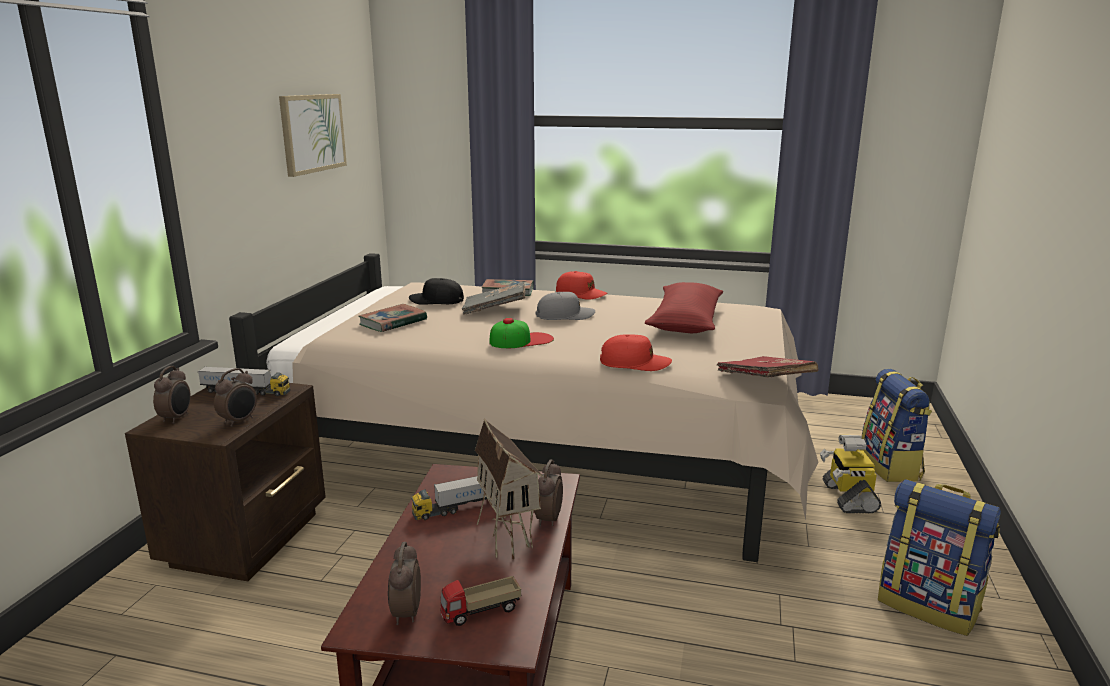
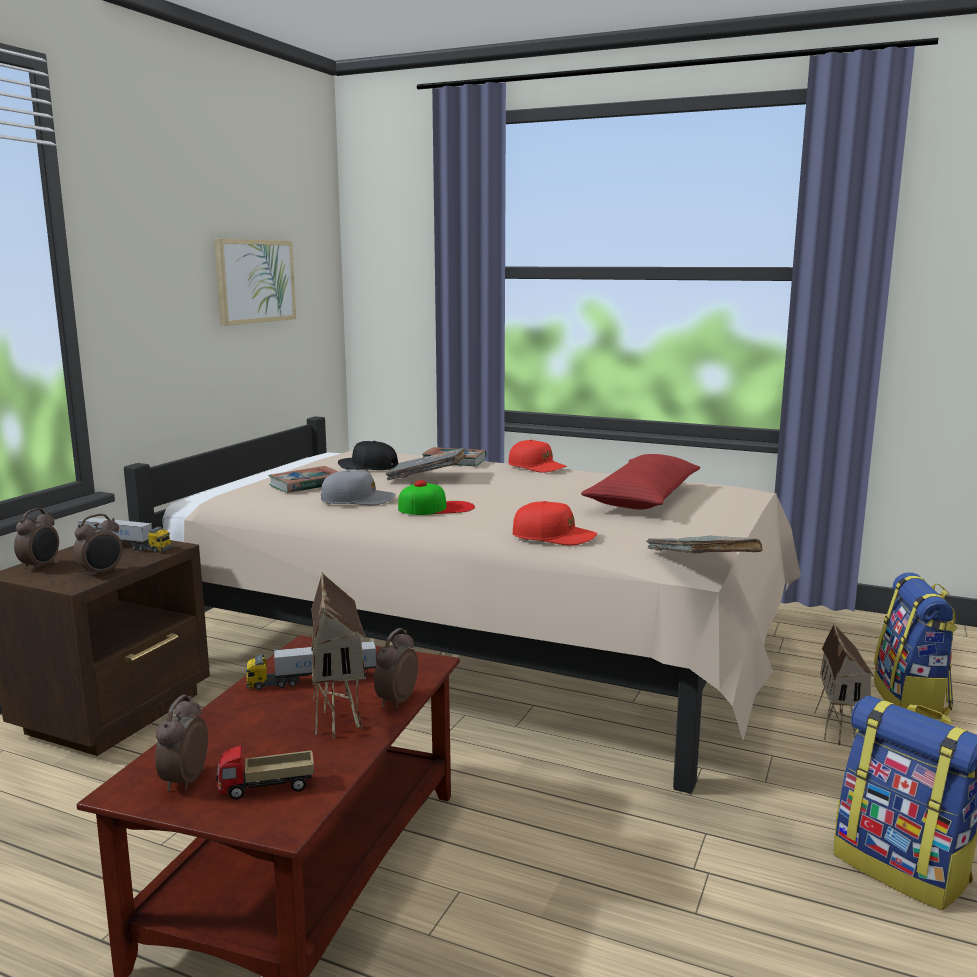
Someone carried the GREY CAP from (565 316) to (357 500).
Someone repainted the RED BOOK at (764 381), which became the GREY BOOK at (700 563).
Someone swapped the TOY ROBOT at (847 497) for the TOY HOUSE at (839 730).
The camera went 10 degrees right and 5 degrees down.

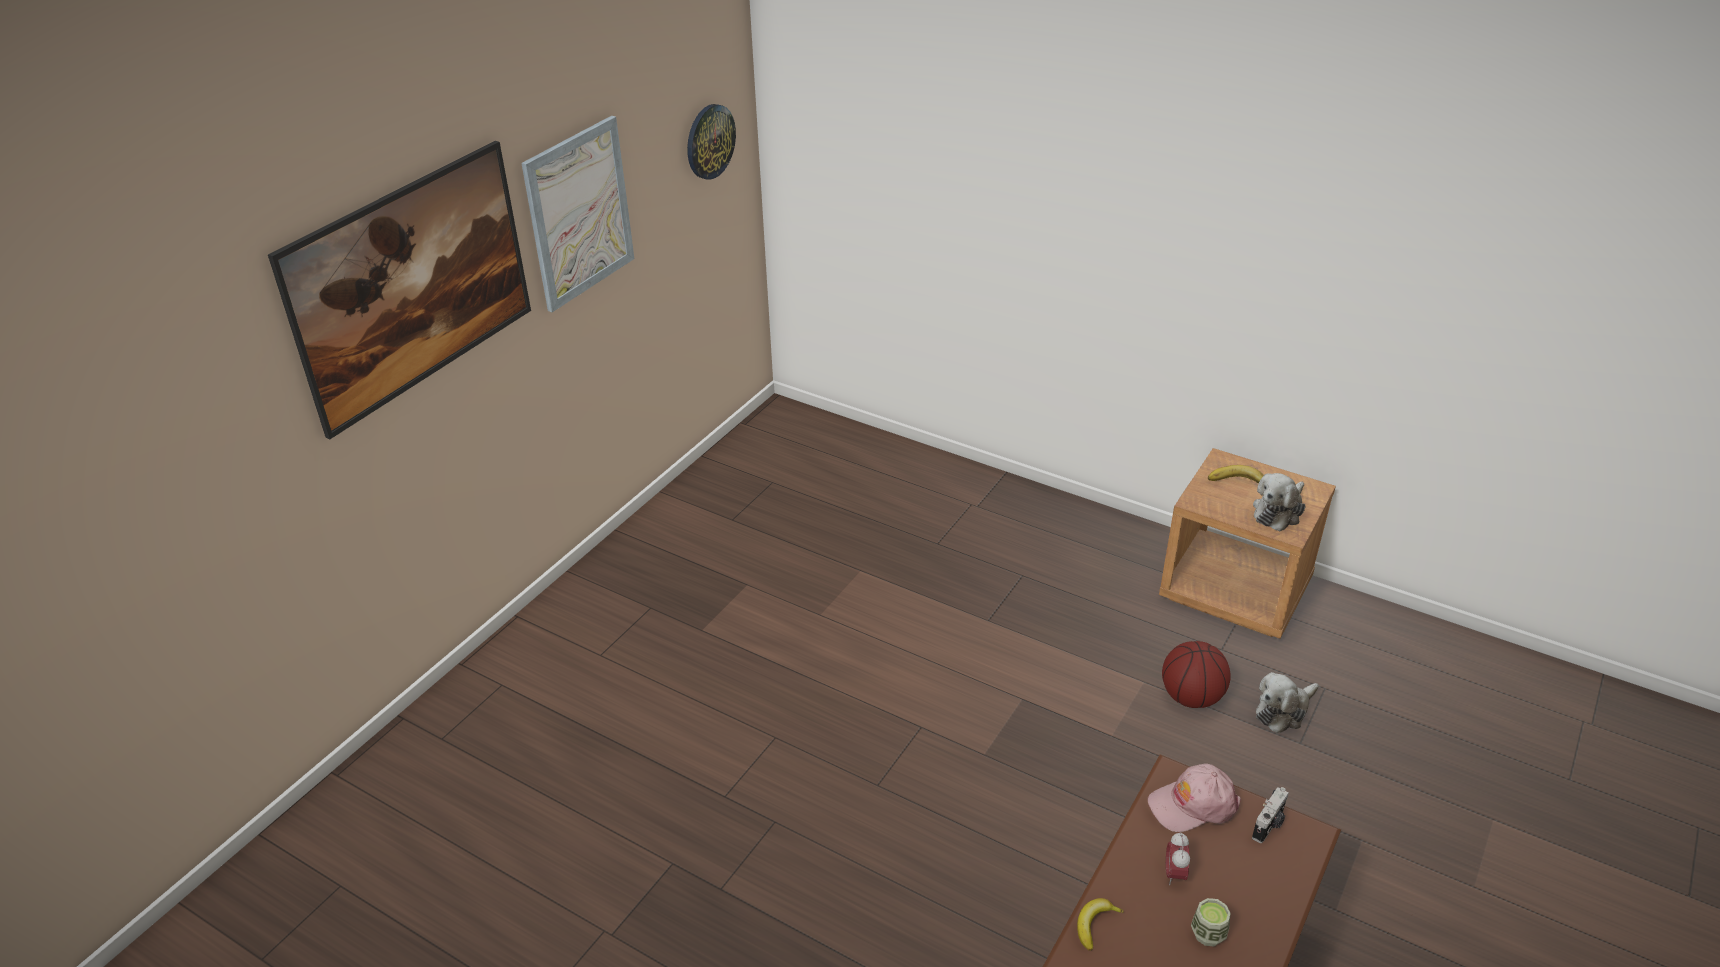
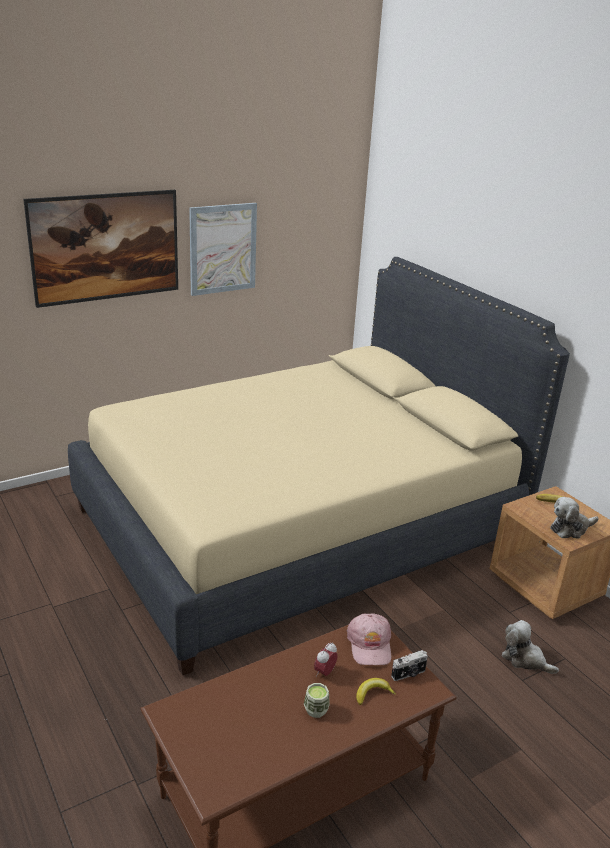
Someone put down the BEIGE BED at (299 526).
Someone rotated the PINK CAP at (1192 804) by 105 degrees counterclockwise.
Someone carried the BANANA from (1094 925) to (372 693).
Someone rotated the PLUSH TOY at (1283 711) by 45 degrees clockwise.
Someone took away the WALL CLOCK at (709 141).
Someone took away the BASKETBALL at (1192 697).
The camera went 25 degrees right and 10 degrees down.

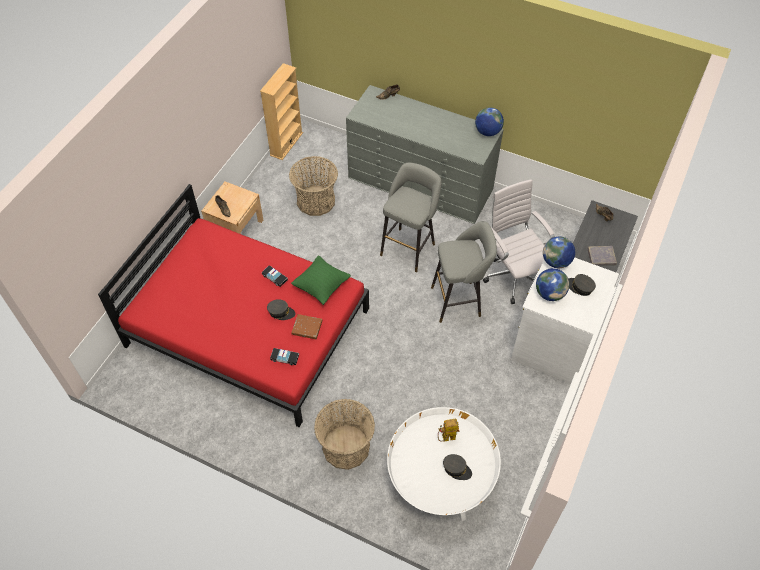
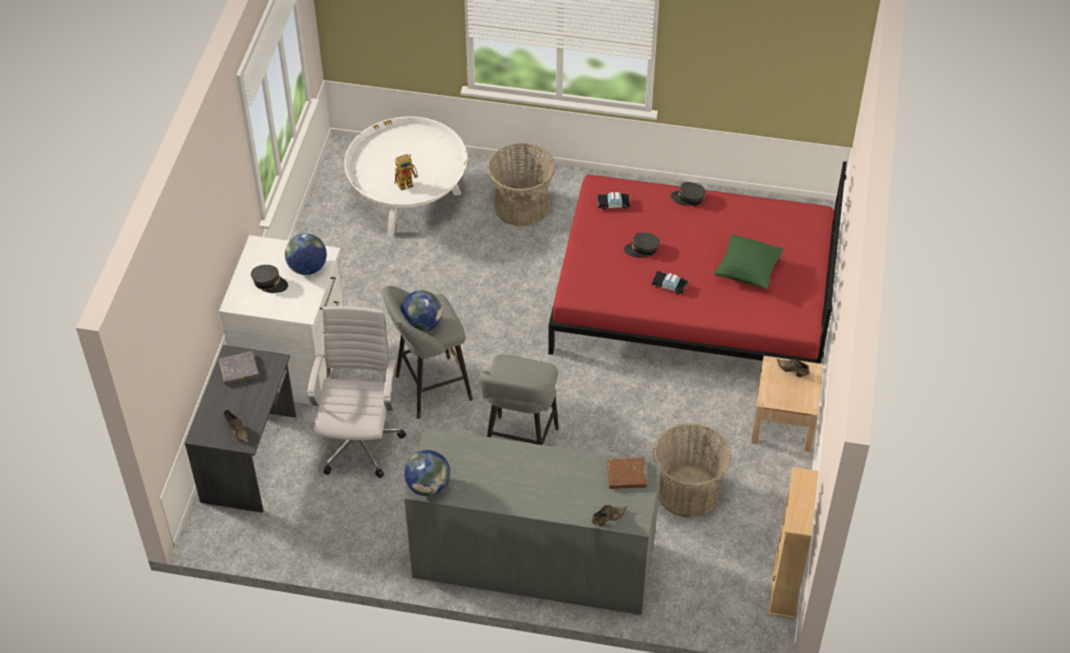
Someone rotated the WHITE OFFICE CHAIR at (513 275) by 135 degrees counterclockwise.
Someone carried the GLOBE from (556 262) to (422 324).
Someone carried the BROWN BOOK from (307 328) to (626 475).
Someone carried the GREY CAP from (456 469) to (688 198).
Someone carried the GREEN PILLOW from (321 286) to (747 272).
The camera went 165 degrees right and 5 degrees down.

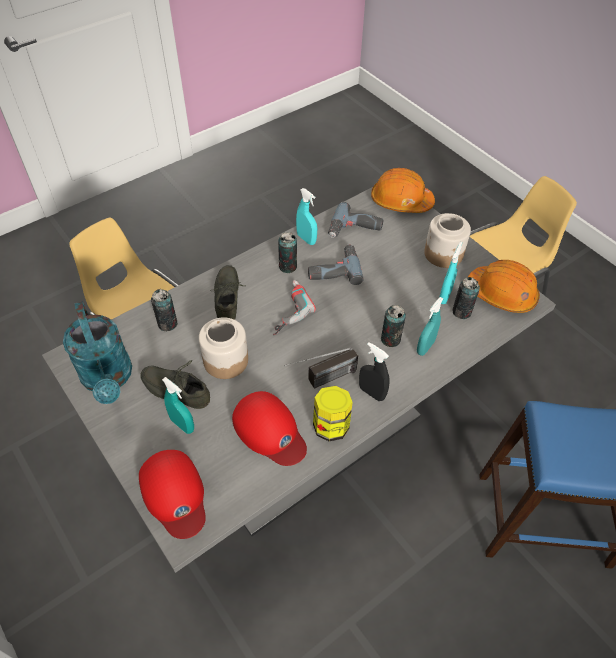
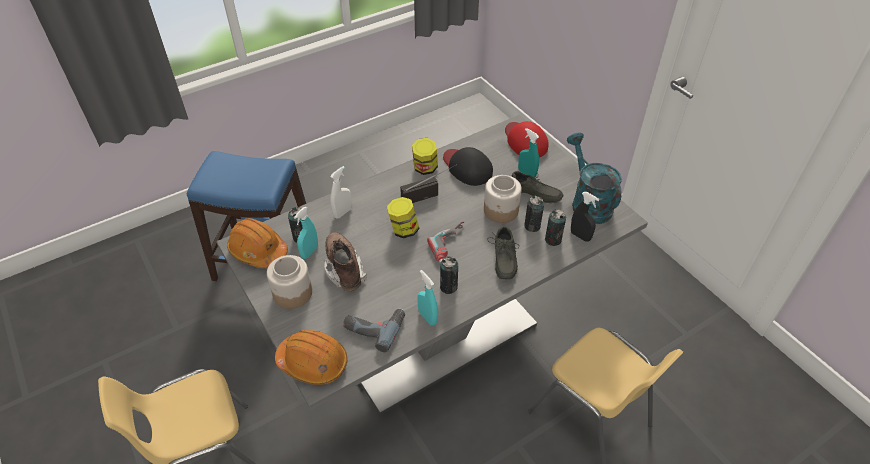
Someone put down the BROWN BOOT at (344 269).
Someone repainted the TURQUOISE SPRAY BOTTLE at (425 347), which became the WHITE SPRAY BOTTLE at (342 212).
Someone put down the JAR at (403 230).
Someone repainted the RED CAP at (269 431), which became the BLACK CAP at (467 168).
Someone carried the CAN from (390 339) to (532 226).
Someone carried the BLACK SPRAY BOTTLE from (371 392) to (580 236).
Someone took away the POWER DRILL at (333 269).
The camera went 175 degrees left and 5 degrees down.

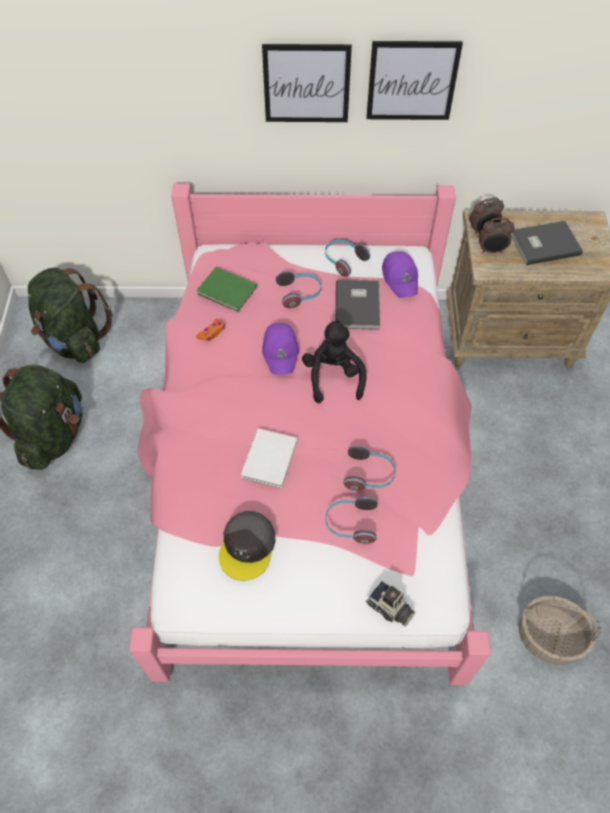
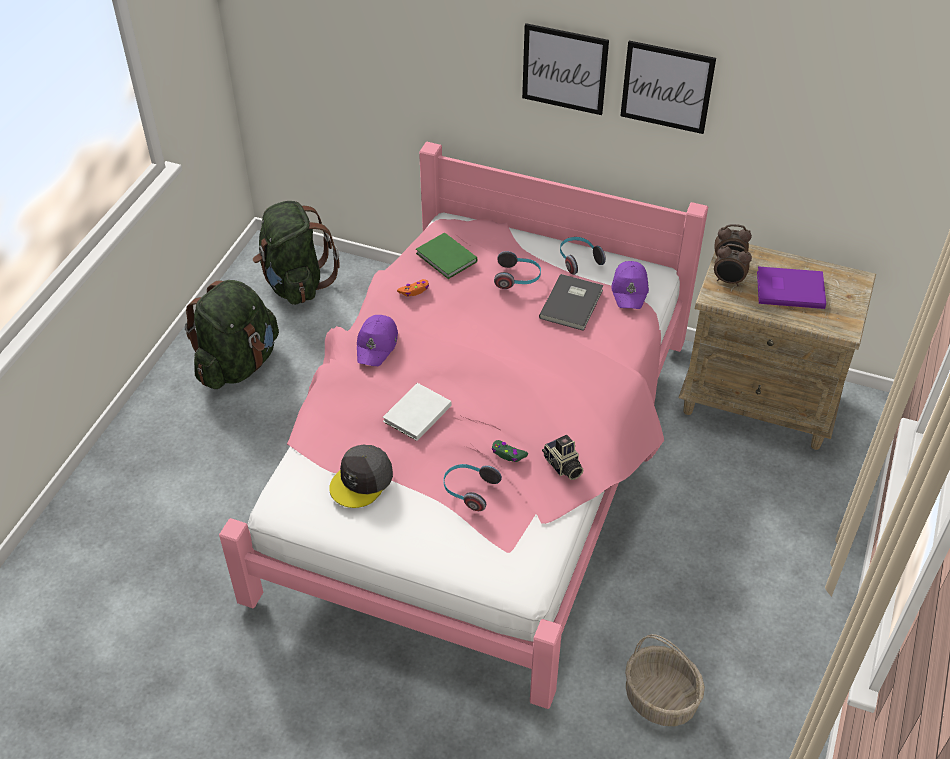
Someone carried the PURPLE CAP from (281 351) to (377 345).
Someone swapped the HEADPHONES at (369 474) for the GREEN GAME CONTROLLER at (508 454).
Someone carried the PHOTO CAMERA from (390 609) to (562 466).
Someone repainted the GREY BOOK at (543 244), which became the PURPLE BOOK at (789 288).
Someone took away the BLACK PLUSH TOY at (333 376).
The camera went 20 degrees right and 10 degrees down.

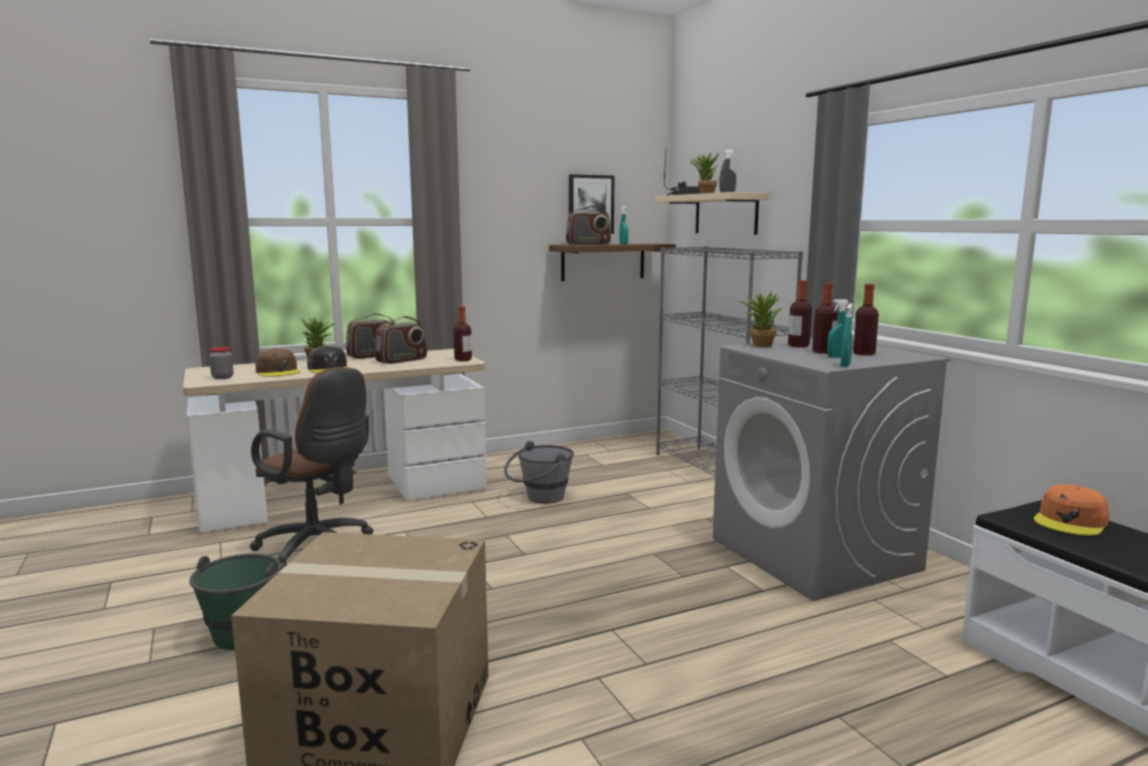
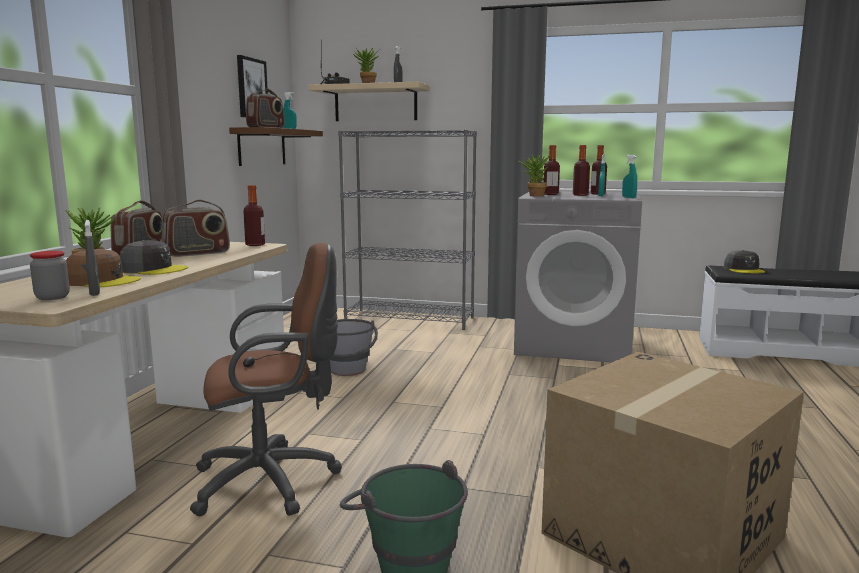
Someone put down the GREY SPRAY BOTTLE at (95 293).
Someone rotated the RADIO at (402 360) by 60 degrees clockwise.
Someone repainted the ORANGE CAP at (1070 521), which became the GREY CAP at (744 269).
The camera went 50 degrees left and 0 degrees up.

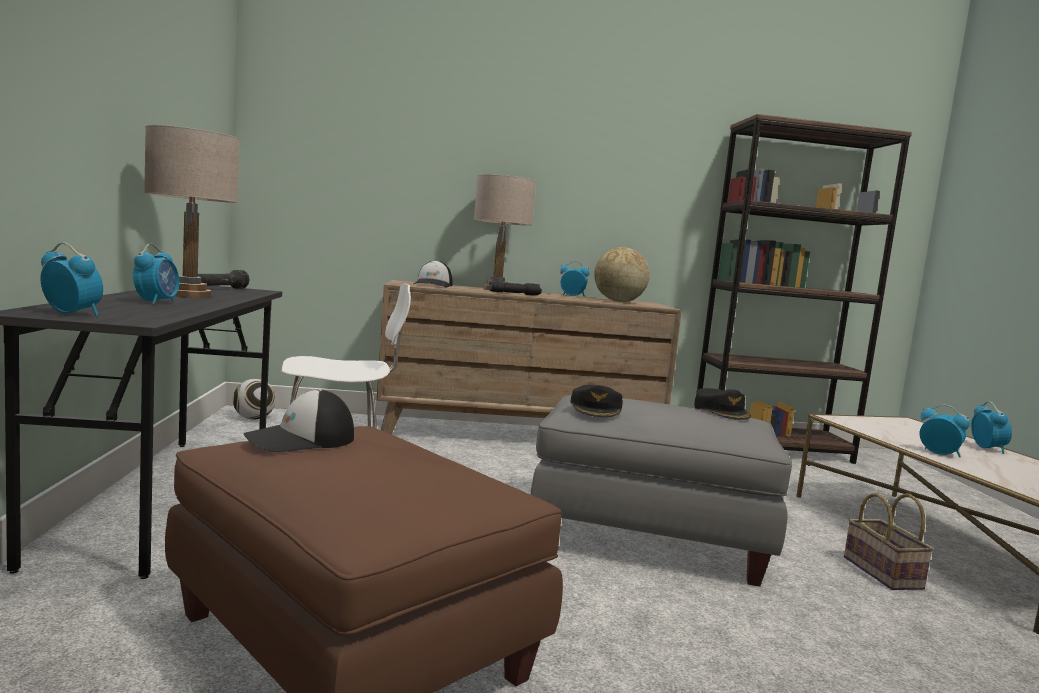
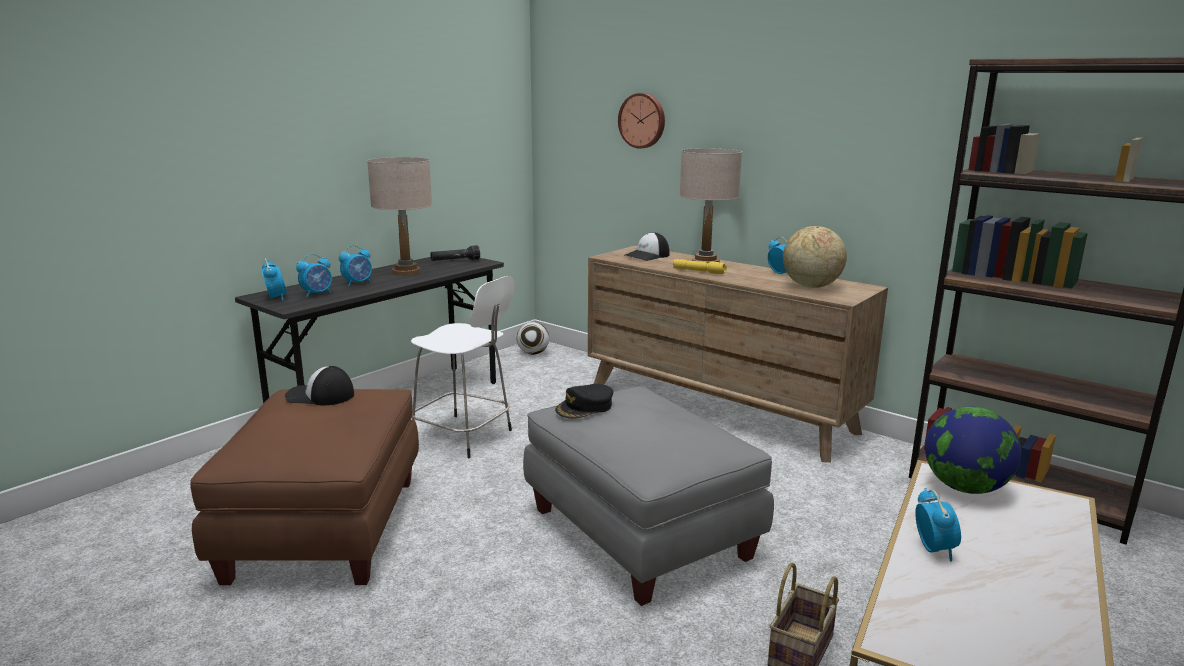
Someone carried the ALARM CLOCK from (987 449) to (317 294).
Someone put up the WALL CLOCK at (642 120).
Someone repainted the BLACK FLASHLIGHT at (515 294), which became the YELLOW FLASHLIGHT at (699 271).
Someone put down the GLOBE at (965 488).
Someone took away the BLACK CAP at (721 411).
The camera went 45 degrees right and 10 degrees up.

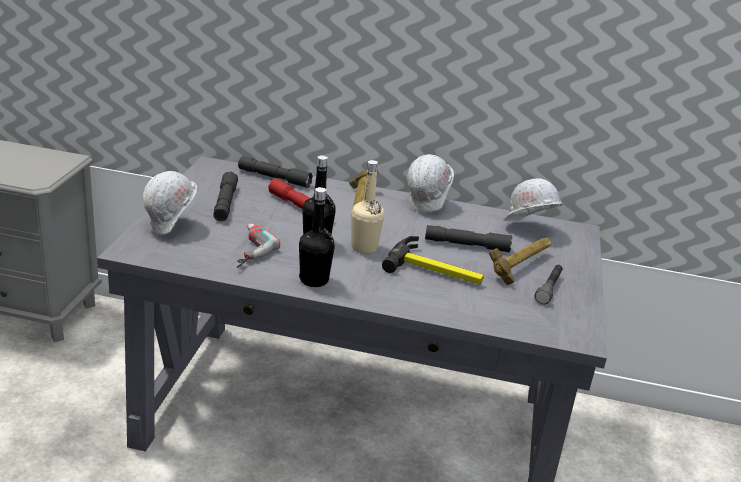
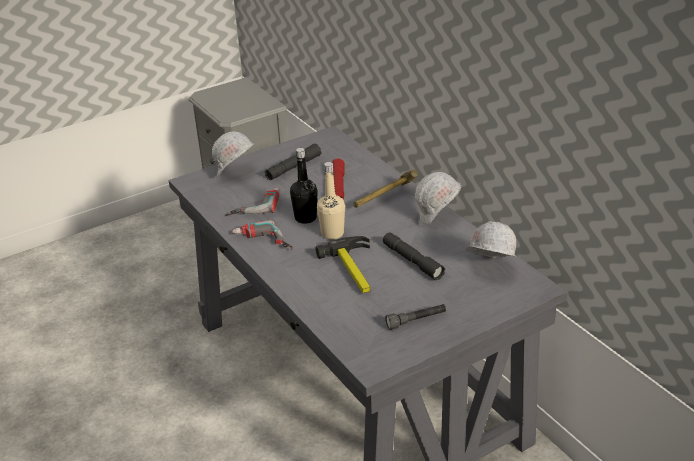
Someone swapped the BLACK BOTTLE at (314 280) for the POWER DRILL at (262 243).
Someone took away the GREY FLASHLIGHT at (274 178).
Someone took away the HAMMER at (521 267).
The camera went 50 degrees right and 5 degrees up.

